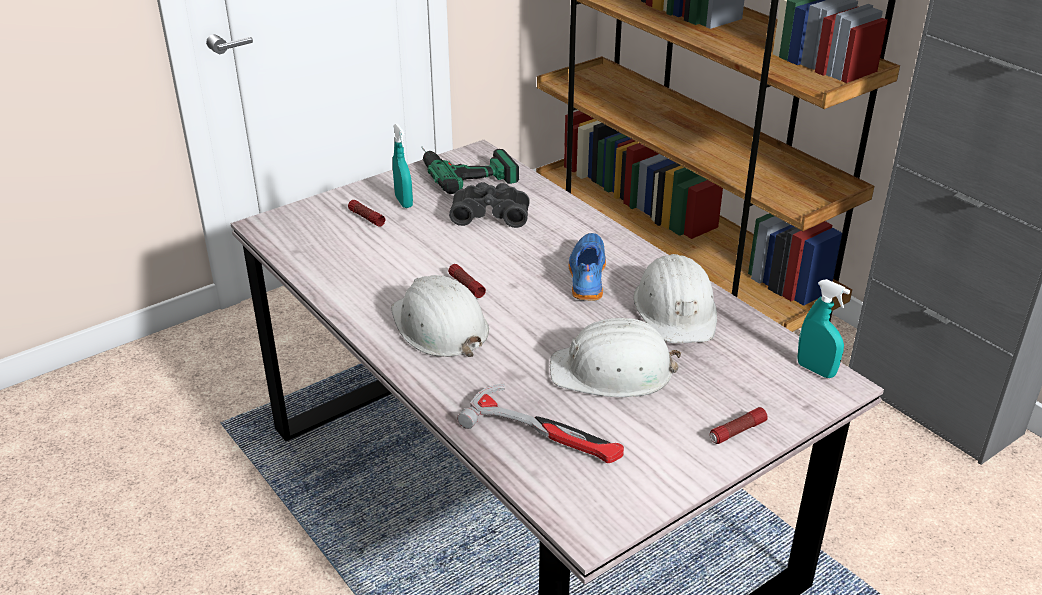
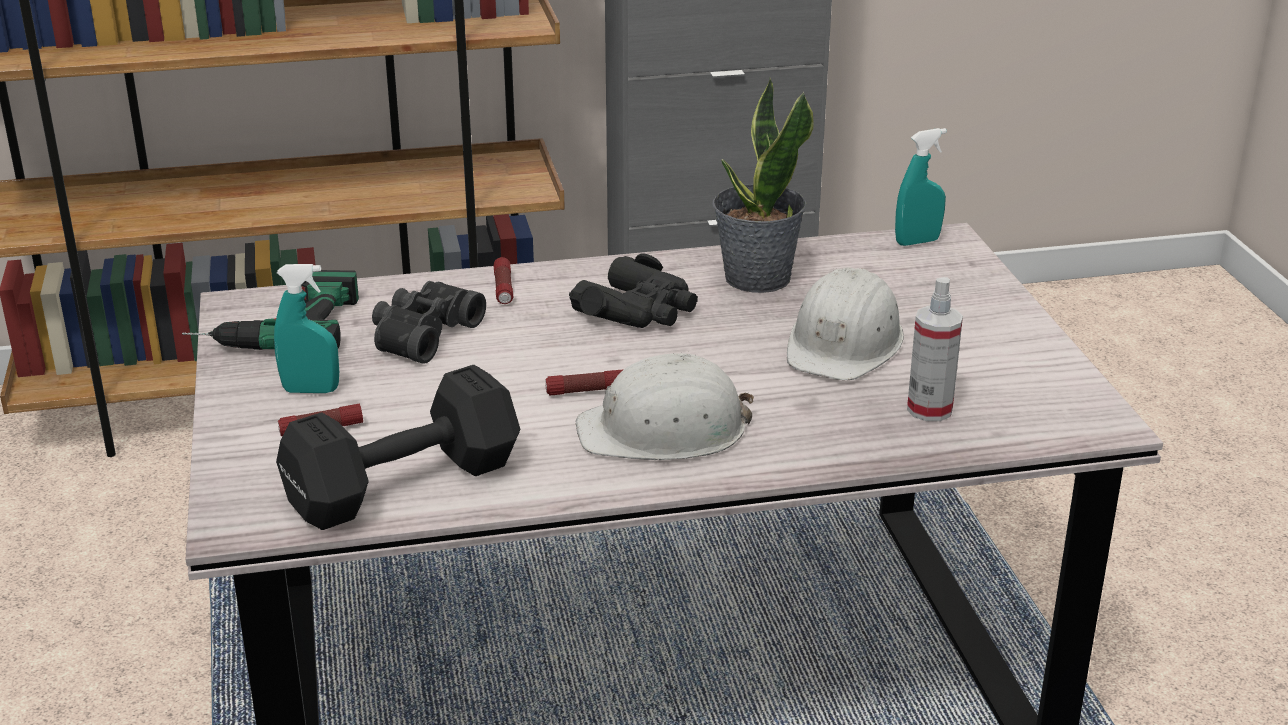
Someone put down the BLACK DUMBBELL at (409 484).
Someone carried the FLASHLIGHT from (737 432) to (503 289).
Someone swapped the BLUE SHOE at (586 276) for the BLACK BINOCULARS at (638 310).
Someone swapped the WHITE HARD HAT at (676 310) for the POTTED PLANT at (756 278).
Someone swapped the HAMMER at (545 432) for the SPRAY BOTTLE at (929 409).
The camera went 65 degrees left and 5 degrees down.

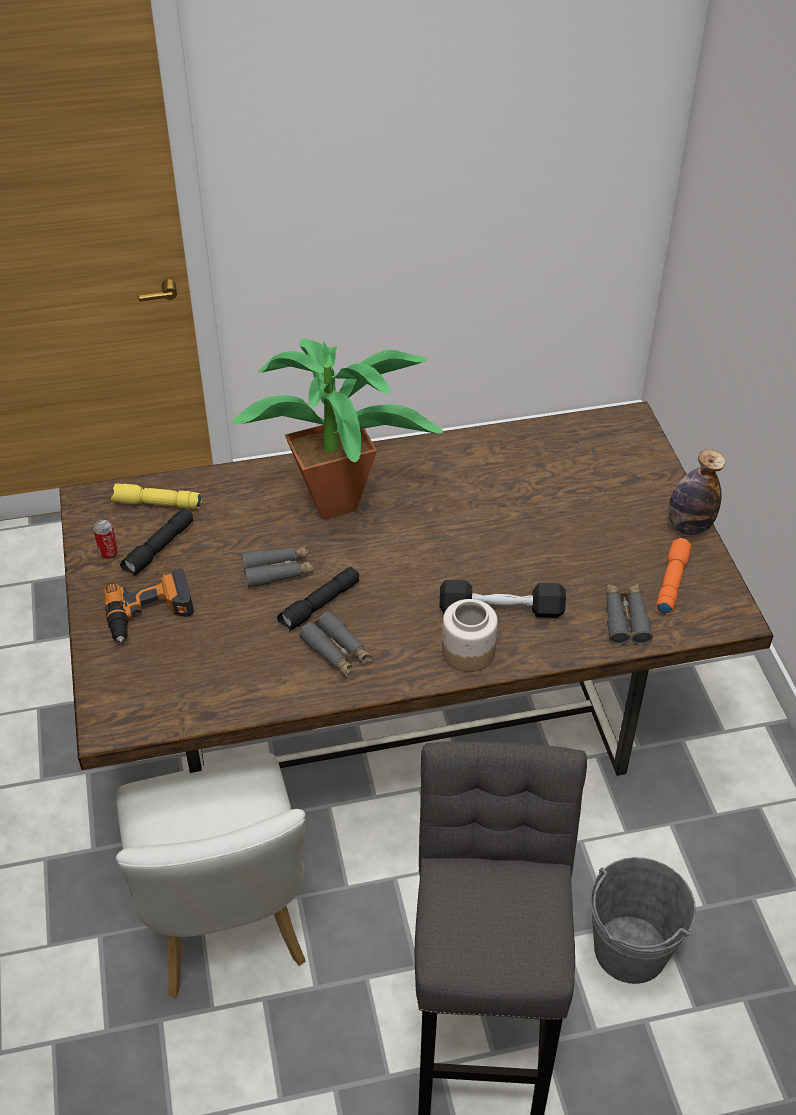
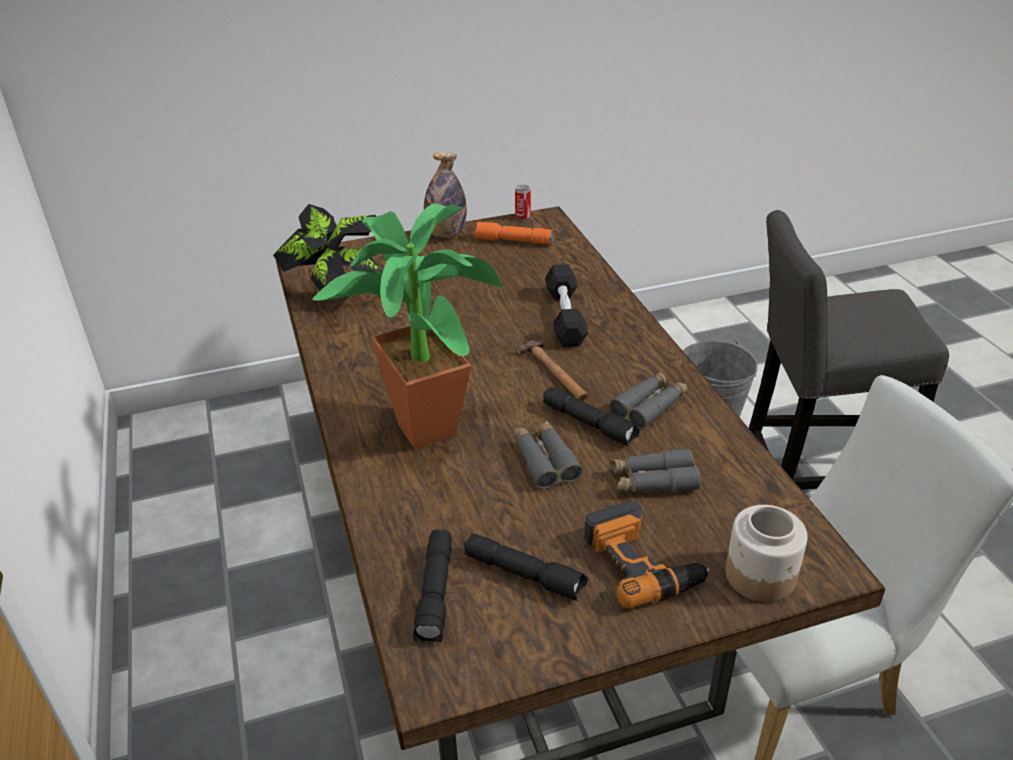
Someone put down the POTTED PLANT at (337 298).
Someone repainted the YELLOW FLASHLIGHT at (156 504), which became the BLACK FLASHLIGHT at (436 594).
Someone carried the CAN from (108 553) to (522 217).
Someone put down the HAMMER at (554 373).
Someone carried the GREY BINOCULARS from (625 619) to (652 481).
Someone carried the JAR from (468 652) to (761 576).
The camera went 95 degrees left and 10 degrees down.

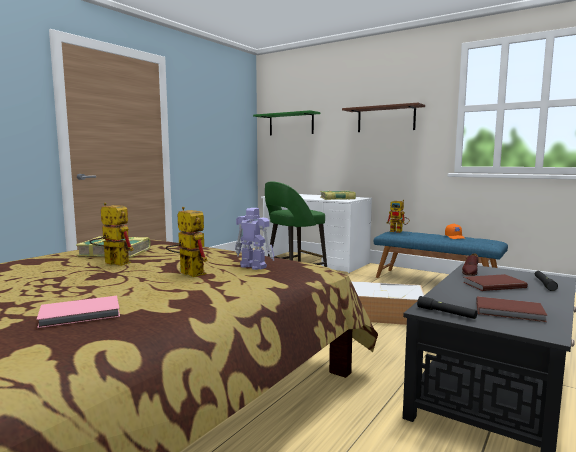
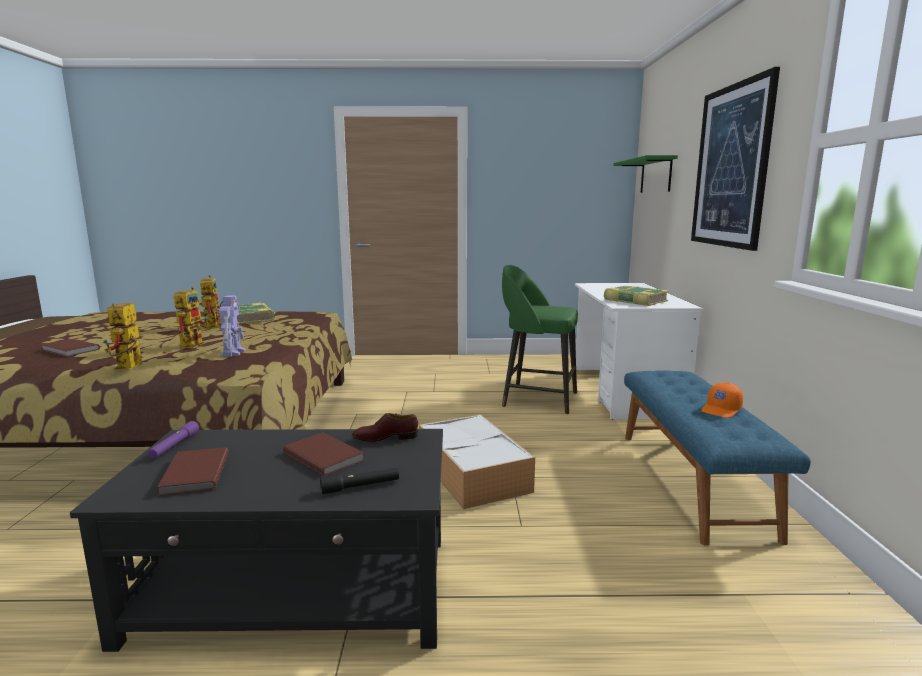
Someone repainted the PINK BOOK at (81 314), which became the BROWN BOOK at (70 350).
Someone carried the TOY ROBOT from (399 231) to (128 368).
Someone repainted the BLACK FLASHLIGHT at (446 313), which became the PURPLE FLASHLIGHT at (174 446).
Someone swapped the BROWN SHELF at (386 119) for the PICTURE at (731 166).
The camera went 55 degrees right and 5 degrees up.

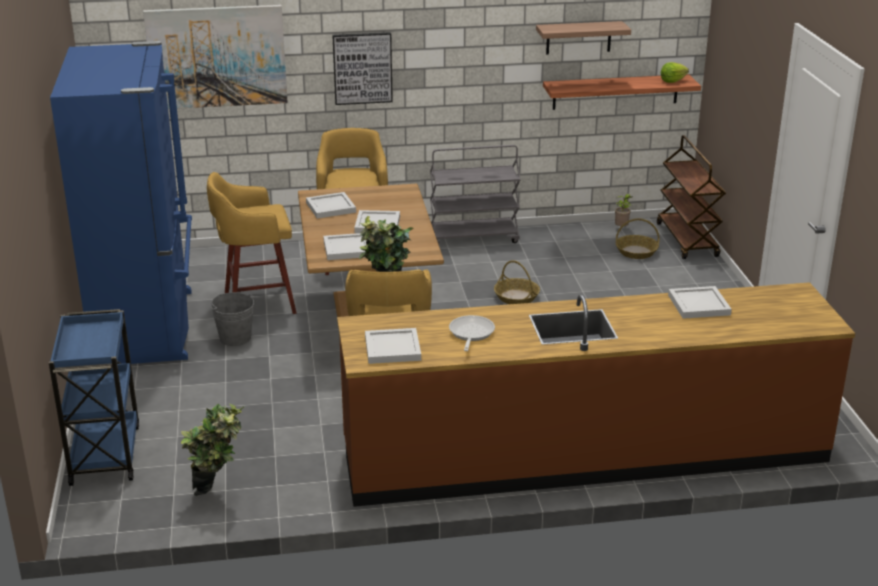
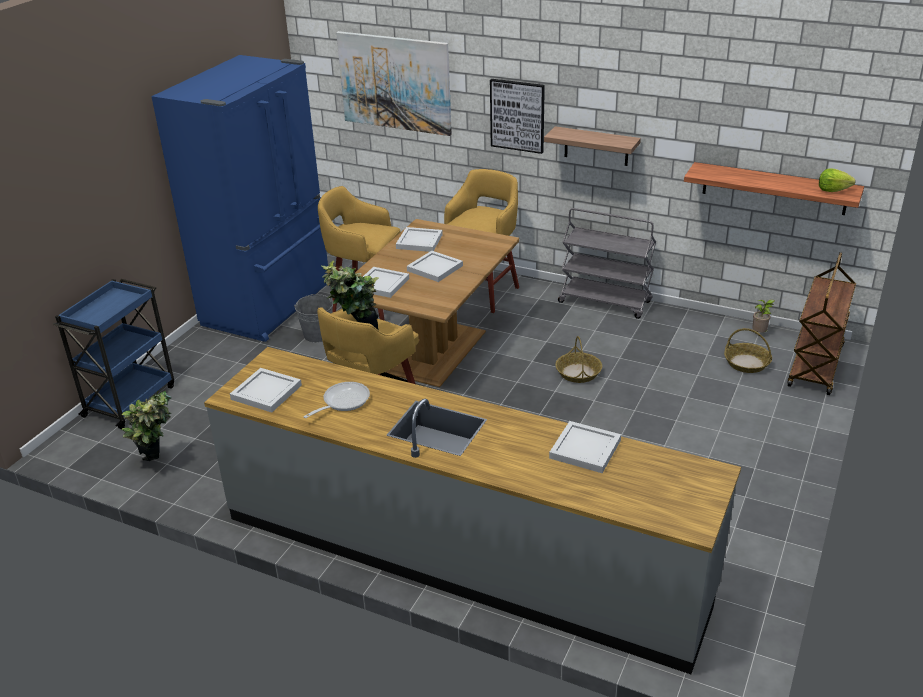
Someone repainted the BROWN COUNTER at (584 453), which became the GREY COUNTER at (462 553).
Someone carried the SHELF from (578 37) to (596 146).
The camera went 35 degrees right and 5 degrees up.

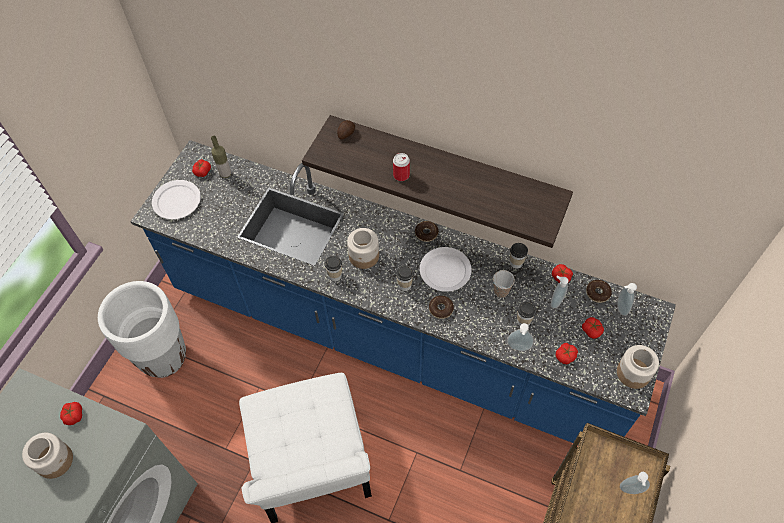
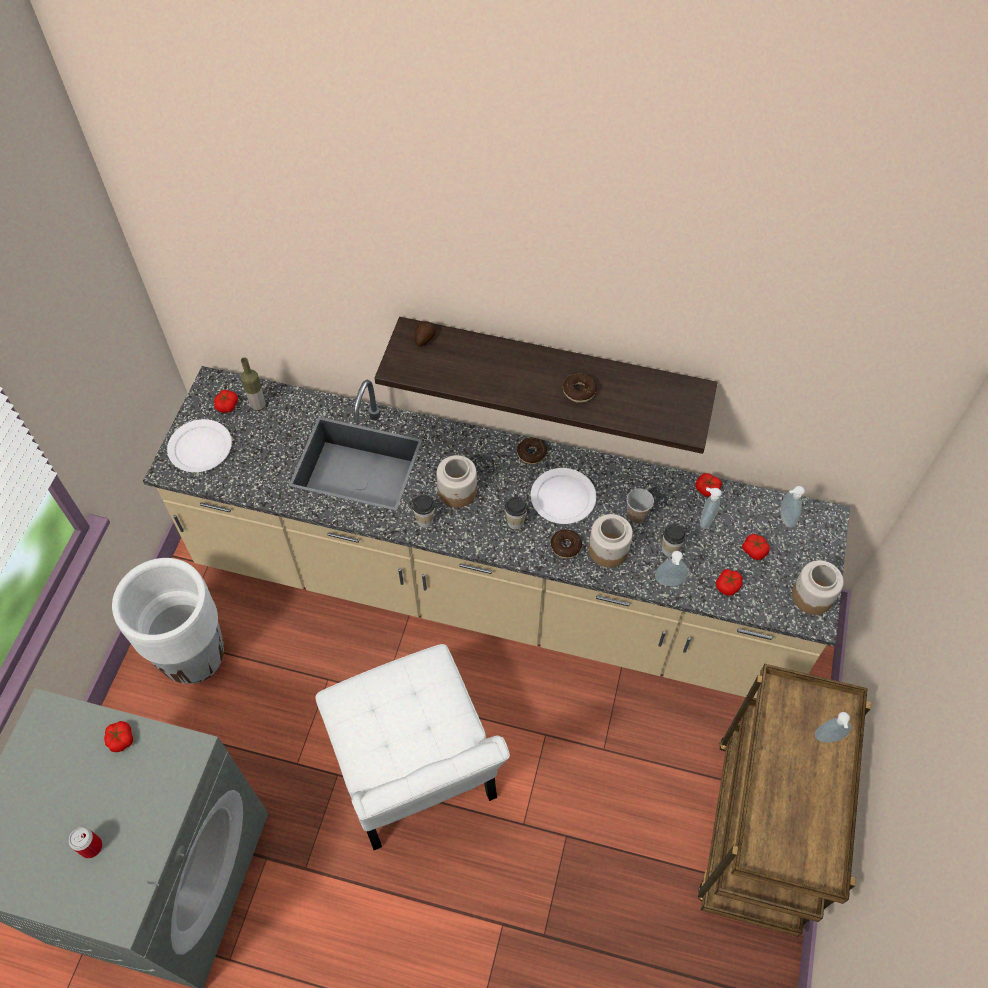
Someone carried the CAN from (401 175) to (91 847).
Someone repainted the BLUE COUNTER at (394 337), which became the BEIGE COUNTER at (494 592).
Someone carried the DONUT from (597 293) to (579 391).
Someone carried the JAR from (55 460) to (609 549).
Someone took away the CUP at (516 263).
The camera went 10 degrees left and 0 degrees up.

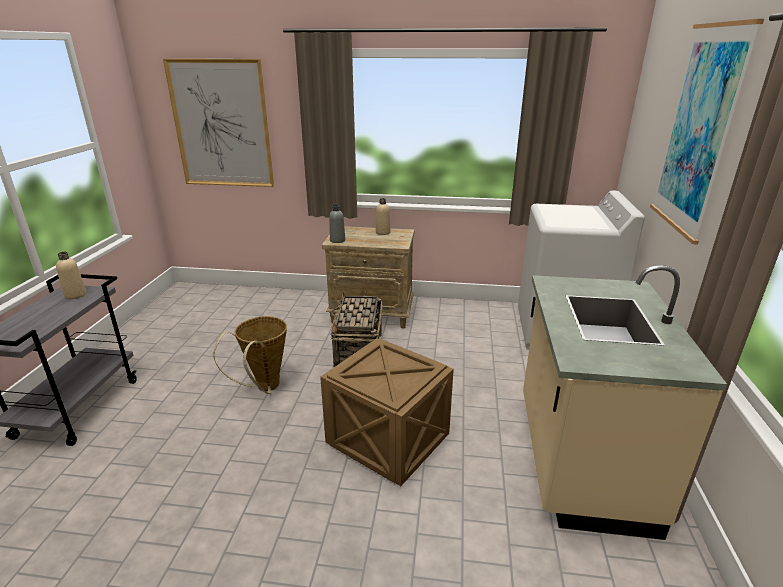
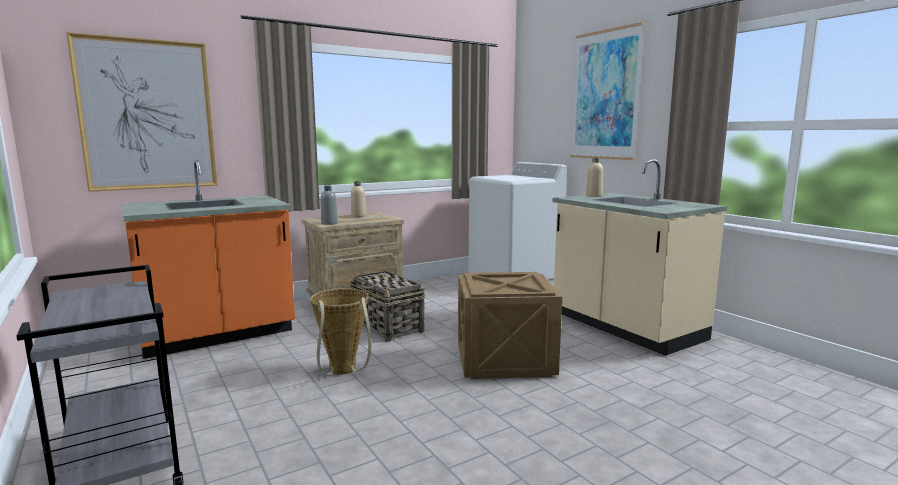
Someone put down the ORANGE COUNTER at (218 334).
Someone carried the BEIGE BOTTLE from (75 295) to (594 196).
The camera went 40 degrees left and 15 degrees down.

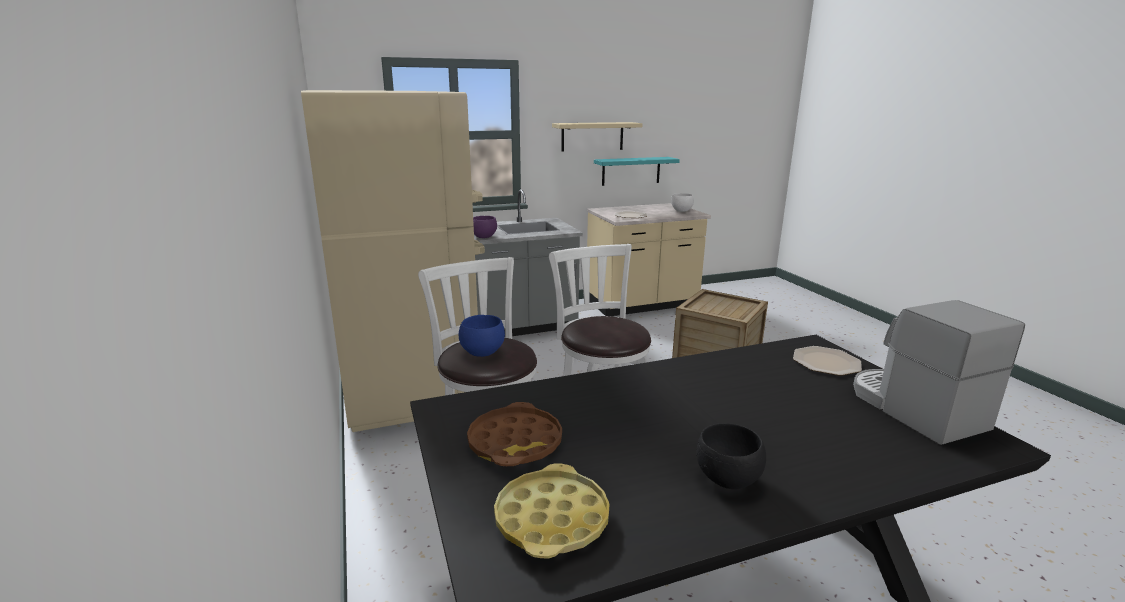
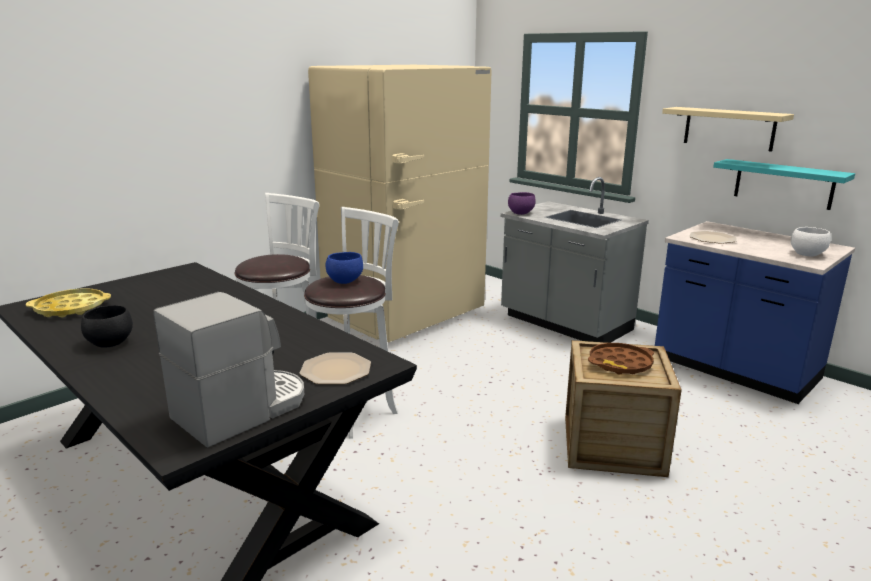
Someone carried the BLUE BOWL from (481 352) to (344 281).
Someone carried the BROWN TRAY from (515 442) to (620 364).
Someone repainted the BEIGE COUNTER at (642 304), which became the BLUE COUNTER at (734 370).
The camera went 65 degrees right and 0 degrees up.

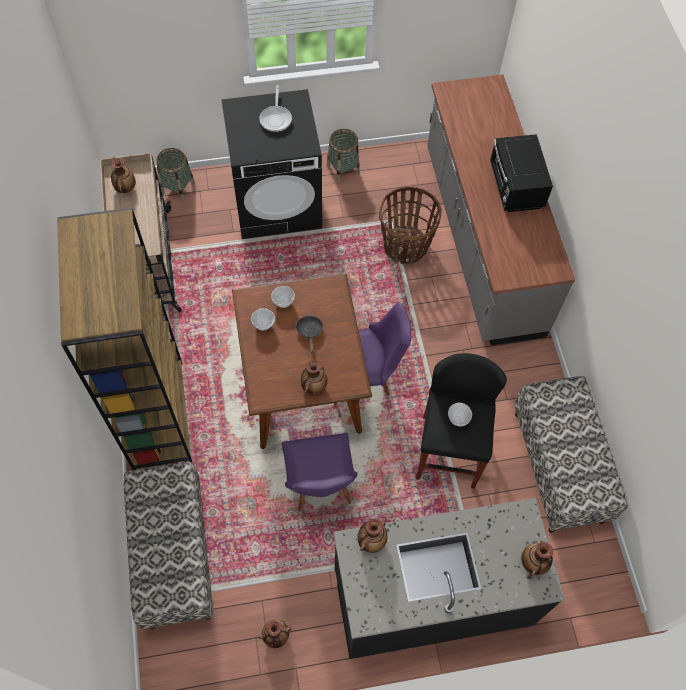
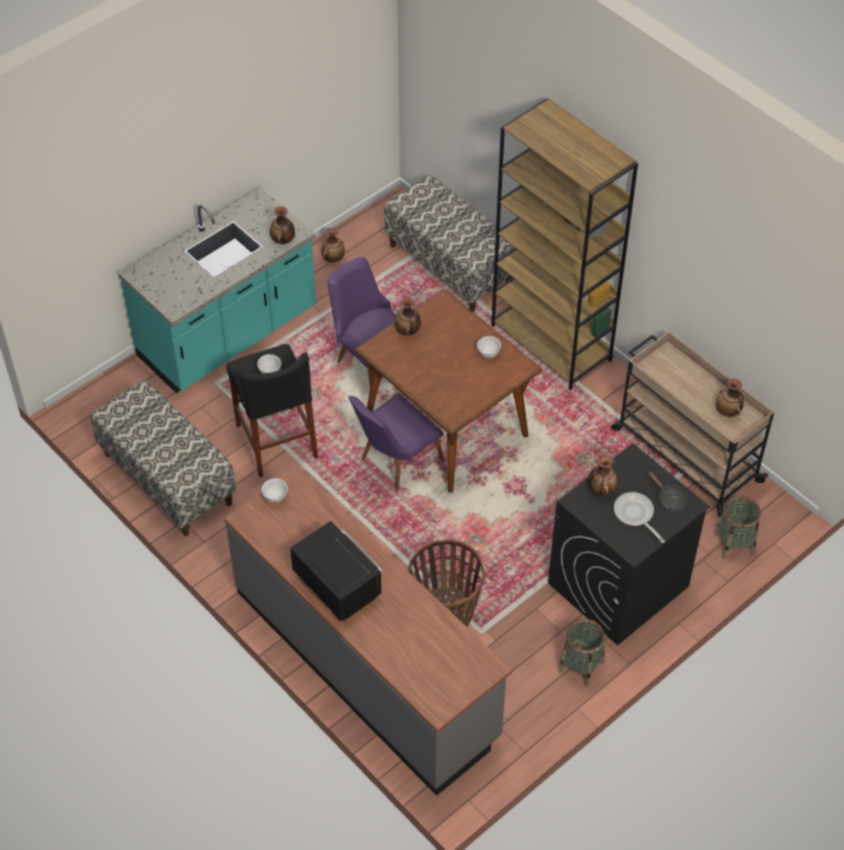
Someone repainted the BLACK COUNTER at (431 596), which became the TURQUOISE COUNTER at (228 335).
Someone carried the WHITE BOWL from (283 303) to (275 497).
Someone carried the VASE from (533 562) to (601 489).
Someone carried the BLACK FRYING PAN from (310 332) to (669 499).
The camera went 150 degrees right and 10 degrees down.

